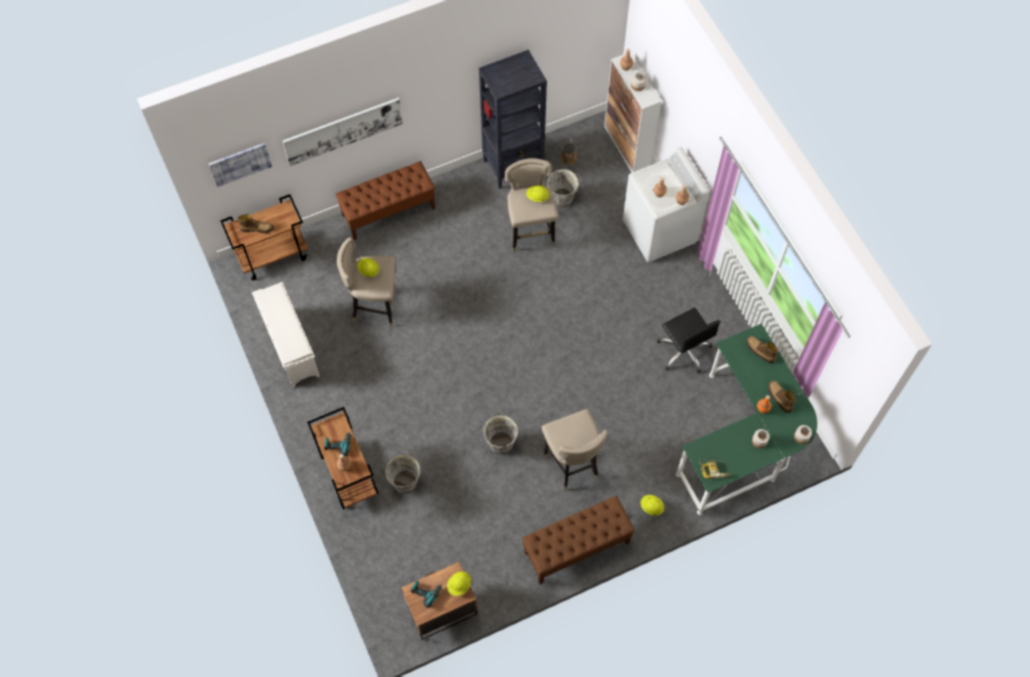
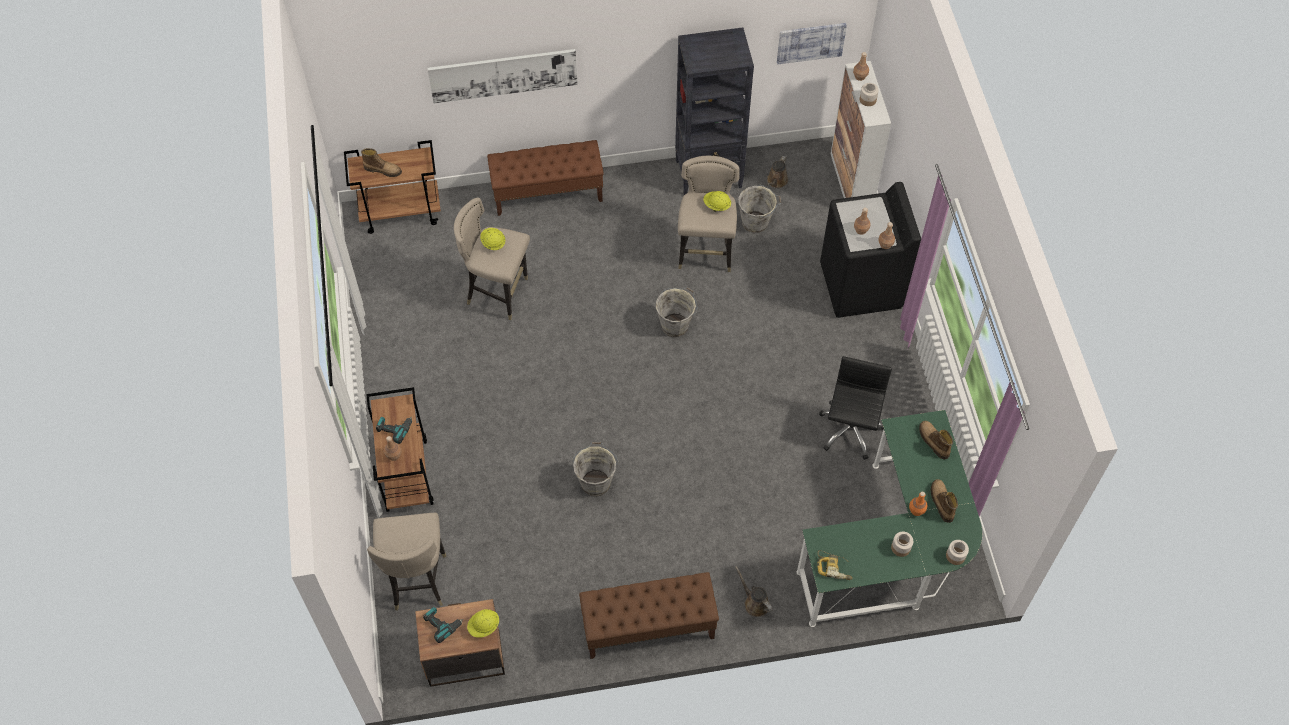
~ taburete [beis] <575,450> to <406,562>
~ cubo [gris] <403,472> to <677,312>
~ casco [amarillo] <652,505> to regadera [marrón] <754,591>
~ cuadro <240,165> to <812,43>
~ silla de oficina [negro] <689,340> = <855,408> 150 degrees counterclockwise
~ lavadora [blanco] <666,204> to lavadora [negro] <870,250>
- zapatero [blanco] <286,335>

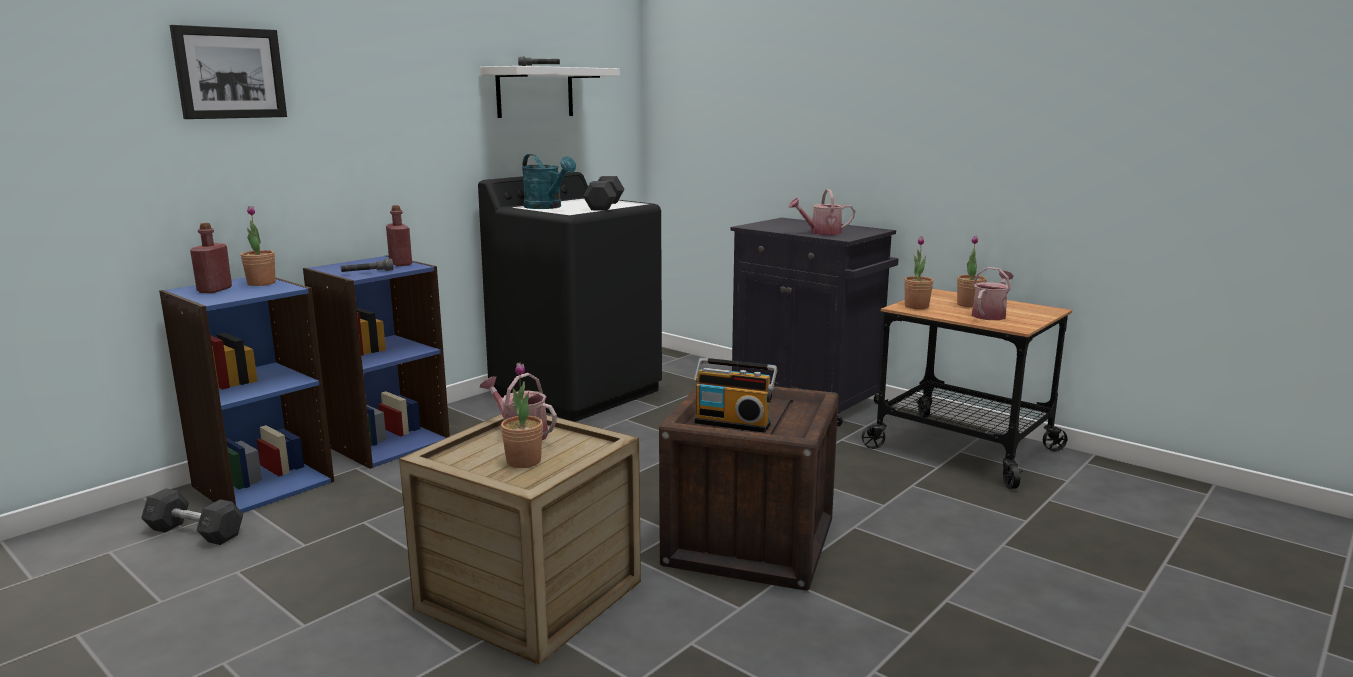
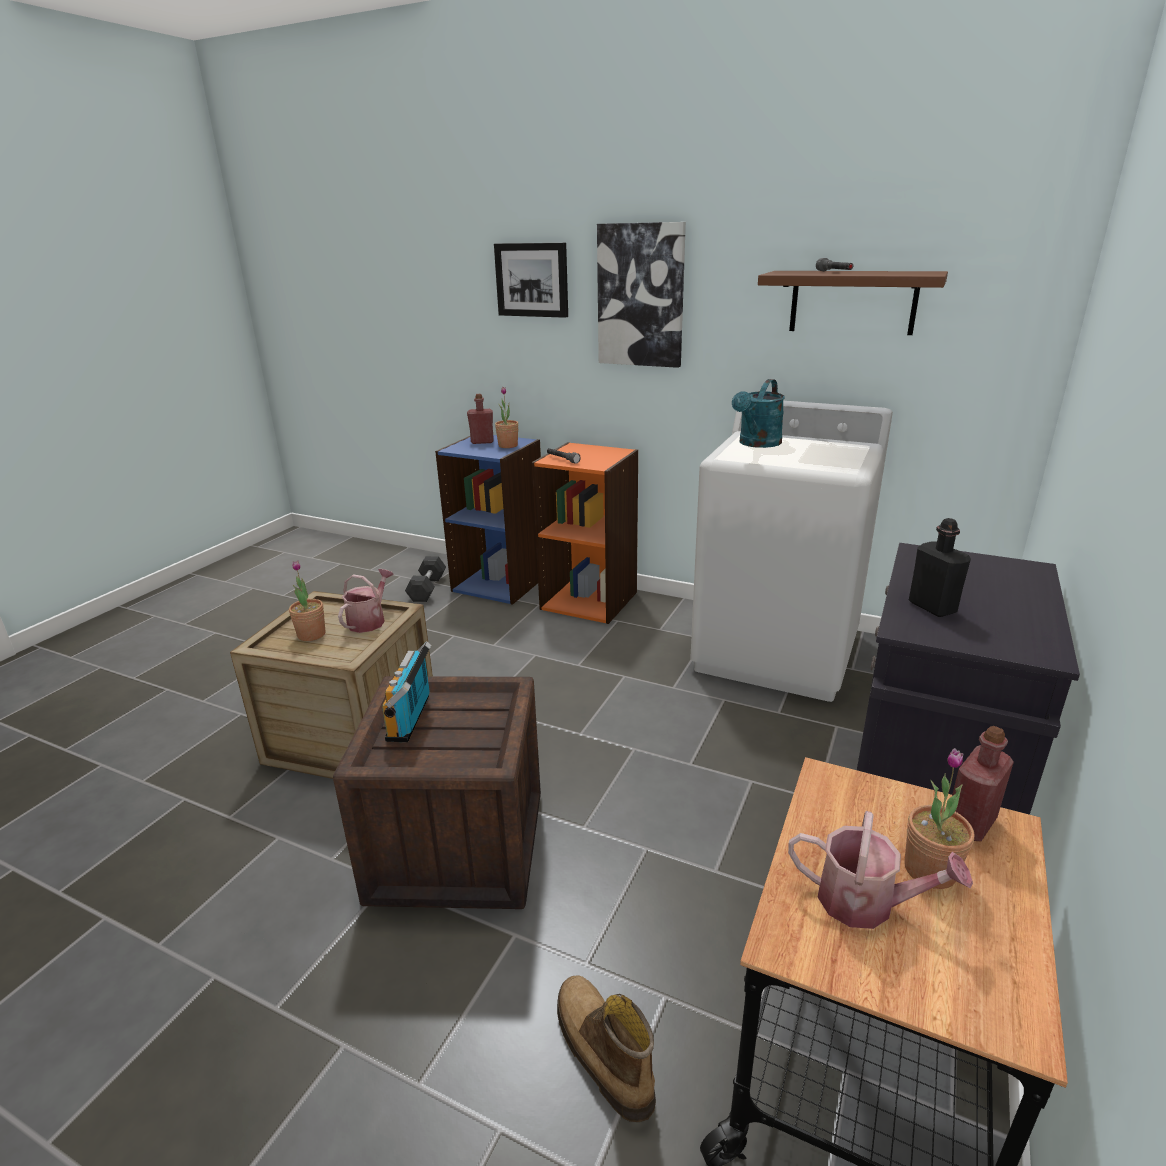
~ estantería [azul] <376,362> to estantería [naranja] <585,533>
+ bota <606,1048>
+ cuadro <641,295>
~ lavadora [negro] <570,297> to lavadora [blanco] <791,551>
~ estante [blanco] <550,92> to estante [marrón] <853,303>
~ regadera <822,212> to botella [negro] <940,567>
~ botella [rojo] <399,235> to <983,783>
- mancuerna [gris] <603,193>
- planta en maceta <918,272>

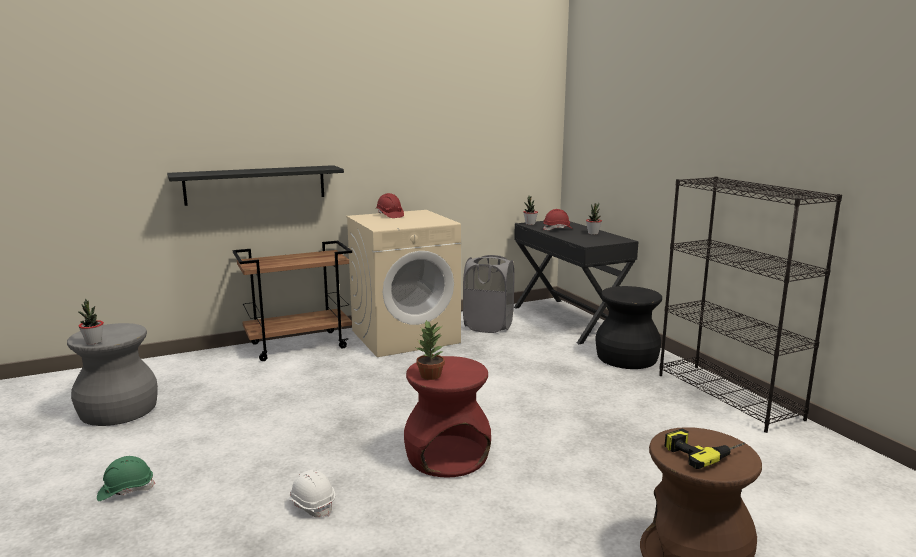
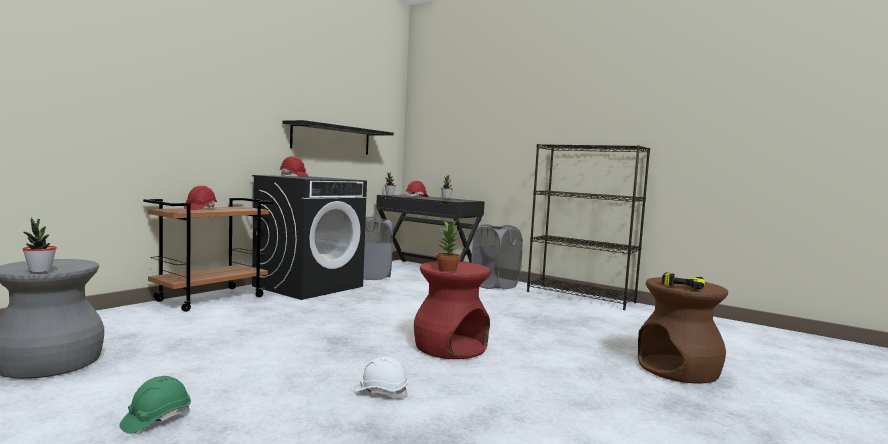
+ casco [rojo] <200,198>
~ lavadora [beis] <403,283> to lavadora [negro] <309,237>
~ estante [negro] <255,185> to <338,137>
~ taburete [negro] <628,327> to cesto de la ropa [gris] <497,257>

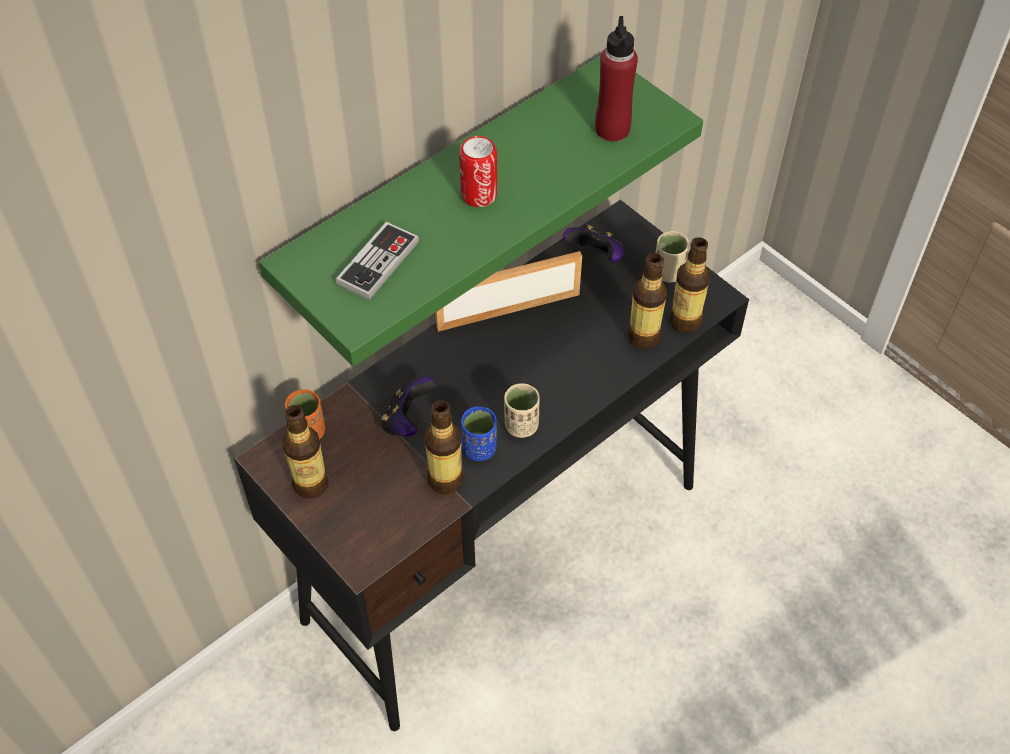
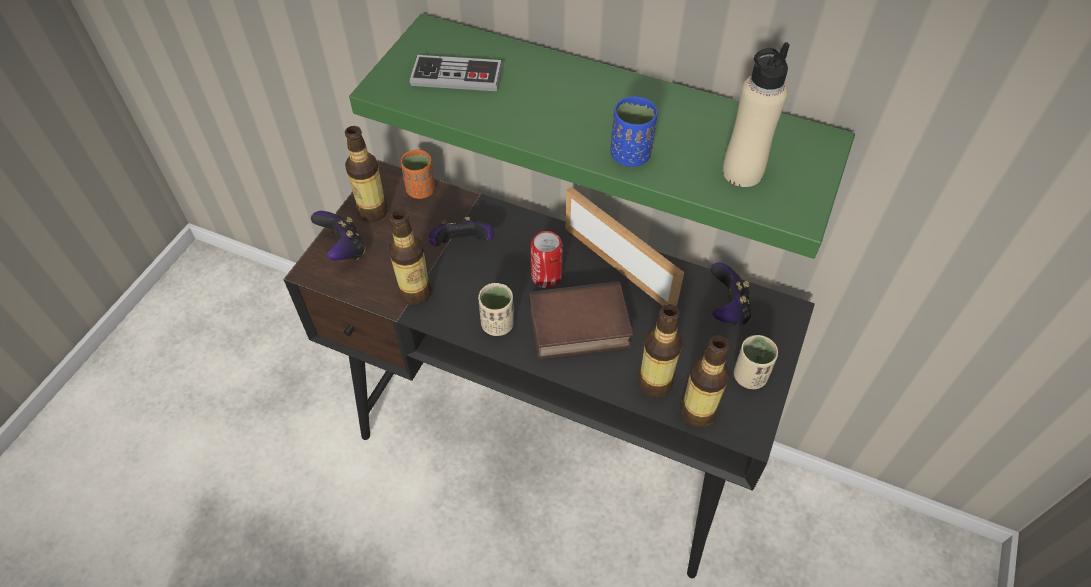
+ mando de consola <338,235>
+ libro <581,320>
~ lata <478,171> to <546,259>
~ taza [azul] <479,433> to <634,131>
~ botella [rojo] <616,79> to botella [beis] <756,114>

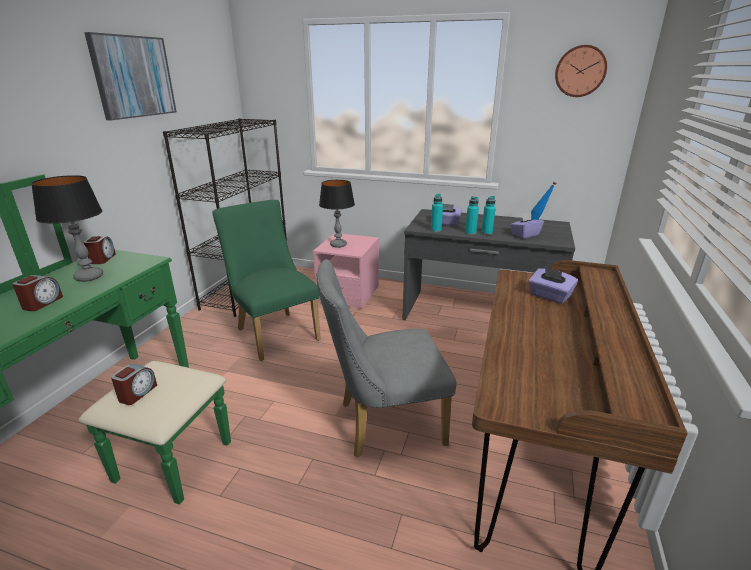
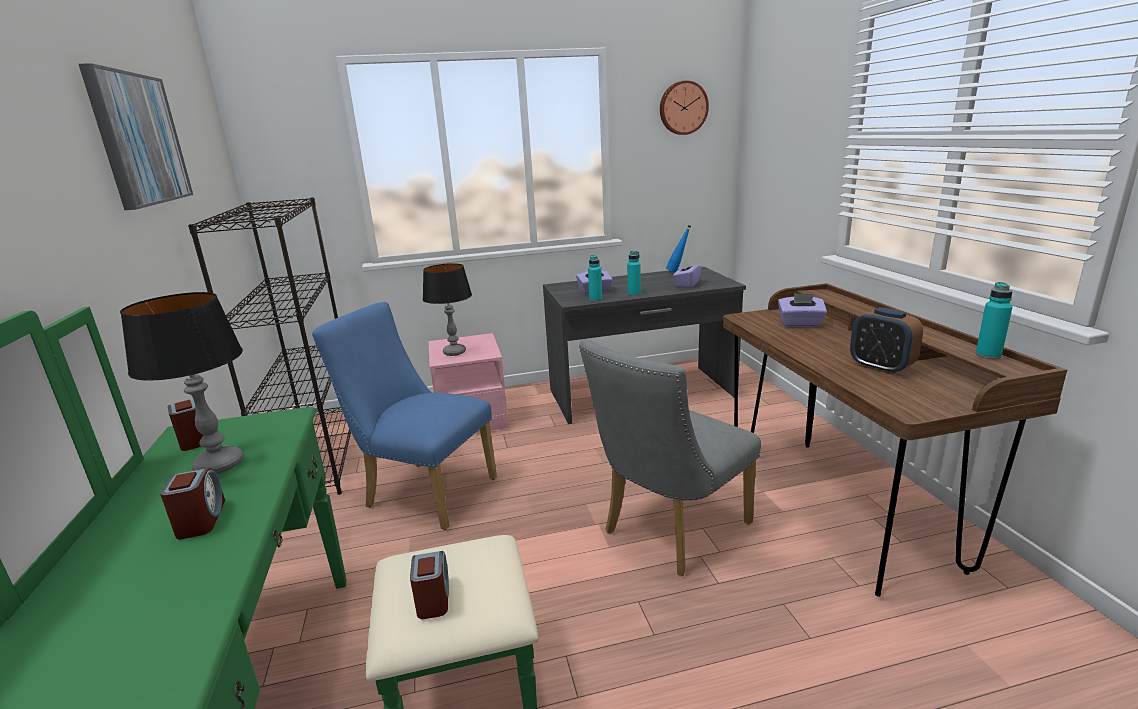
~ silla [verde] <266,280> to silla [azul] <404,416>
+ despertador <886,341>
~ botella [turquesa] <488,215> to <994,320>

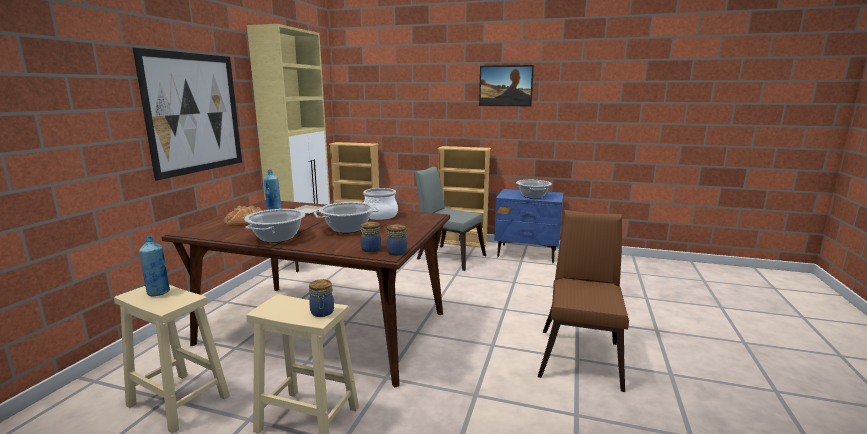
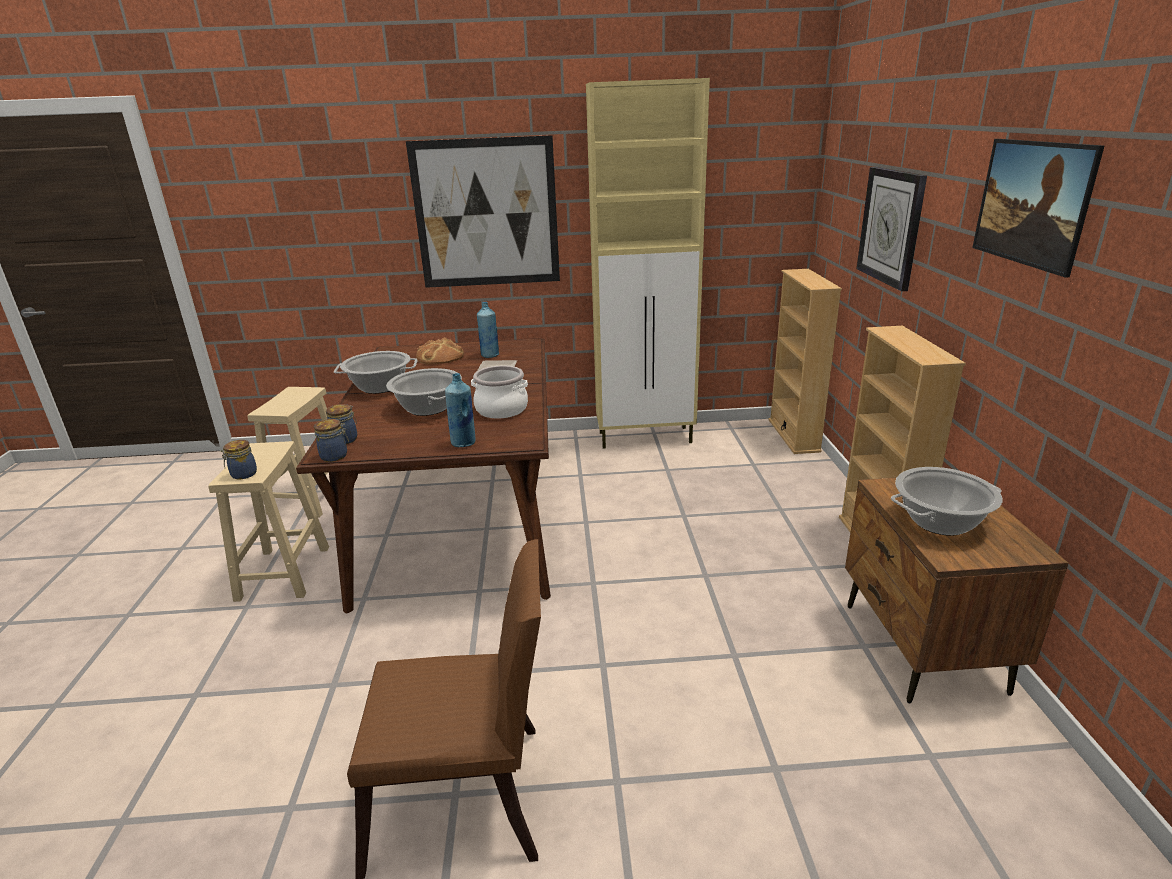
~ botella [azul] <154,266> to <460,410>
~ mesita de noche [azul] <529,226> to mesita de noche [marrón] <956,590>
+ reloj de pared <892,229>
- silla [gris] <450,219>

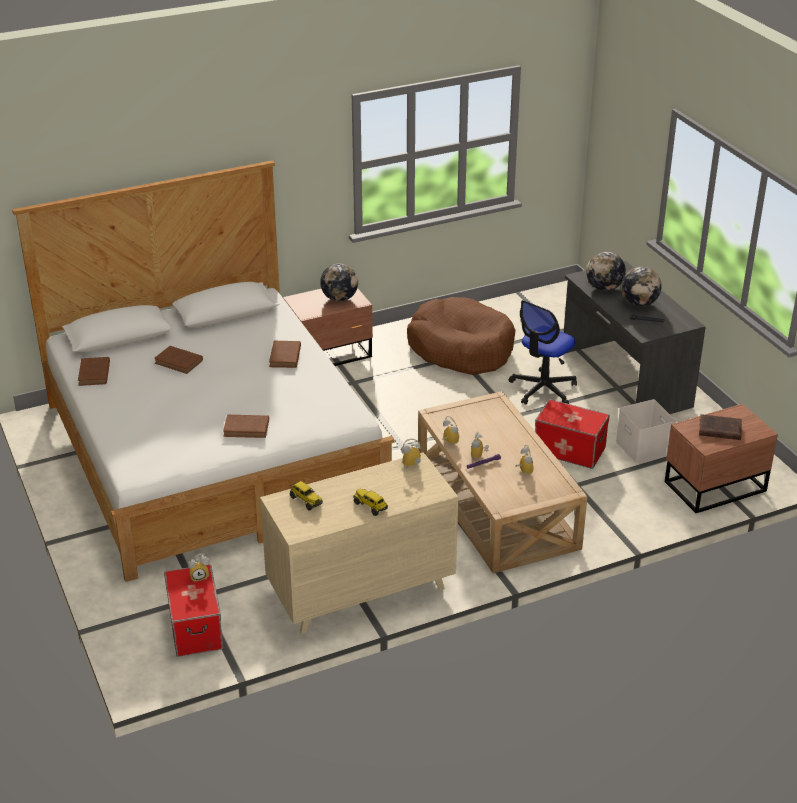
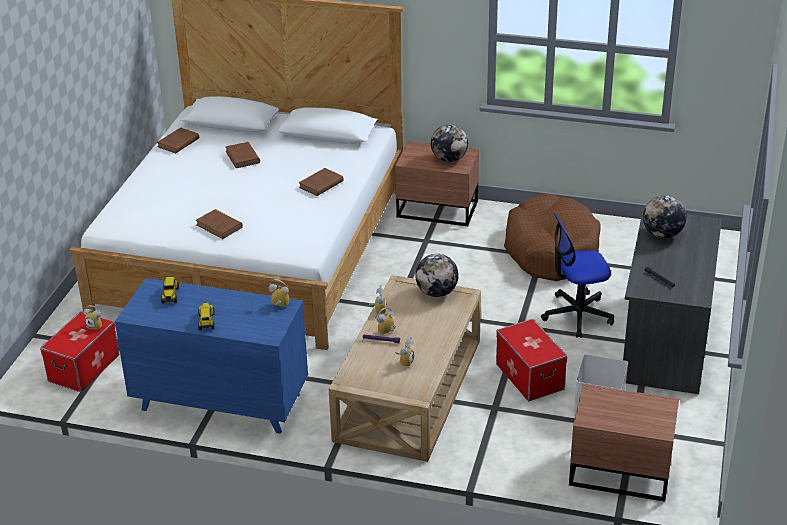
~ cómoda [beis] <359,543> to cómoda [azul] <211,356>
~ globo terráqueo <641,287> to <437,275>
- libro [marrón] <720,427>

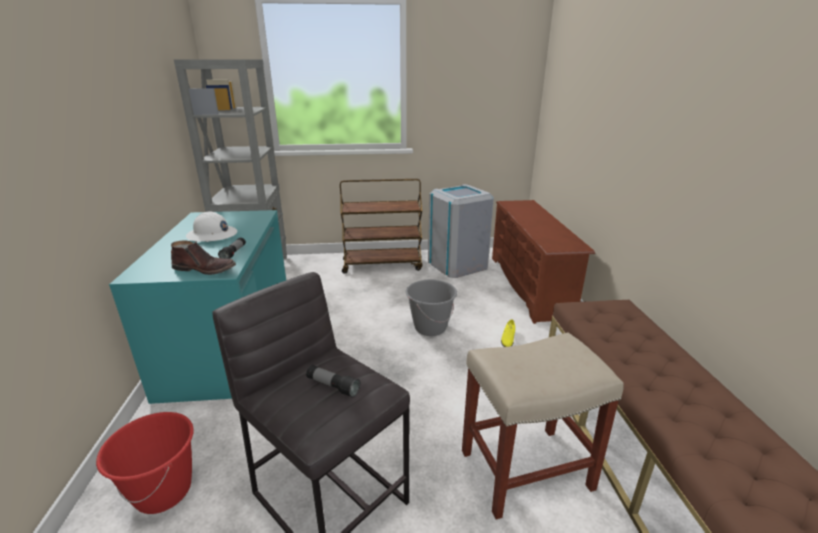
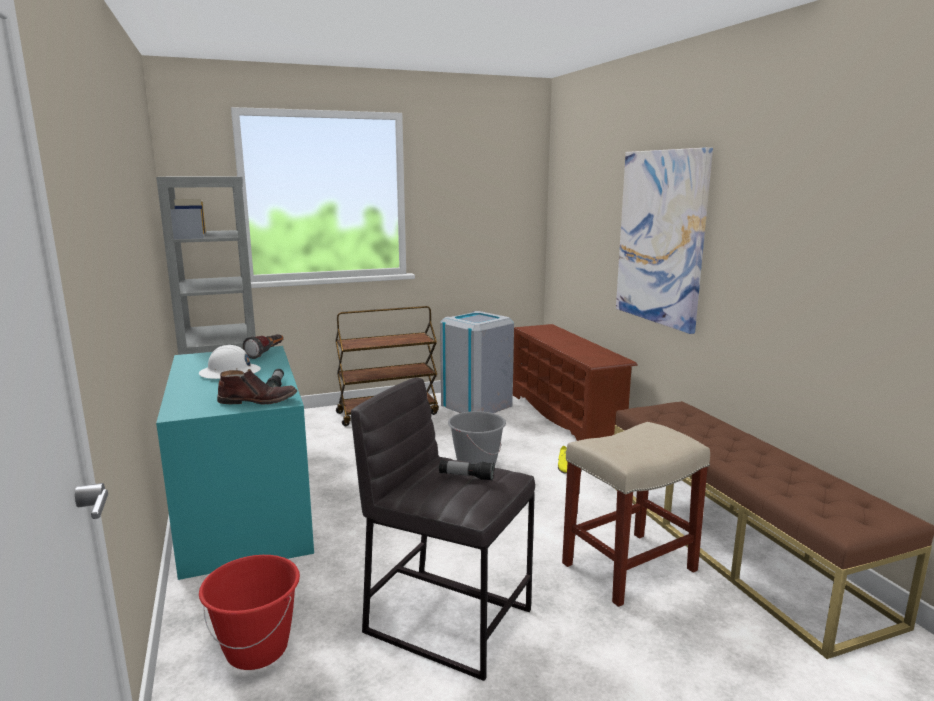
+ linterna <263,346>
+ cuadro <664,240>

